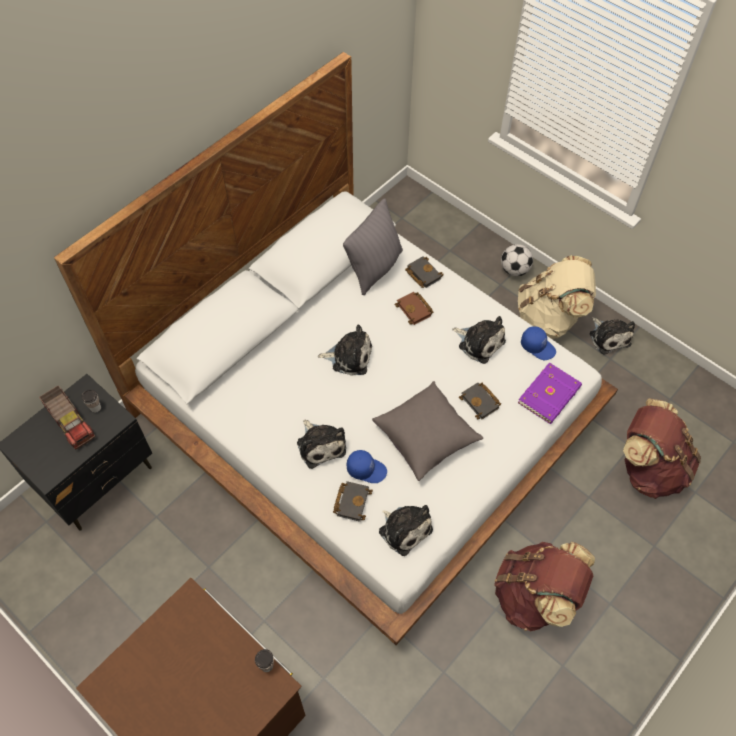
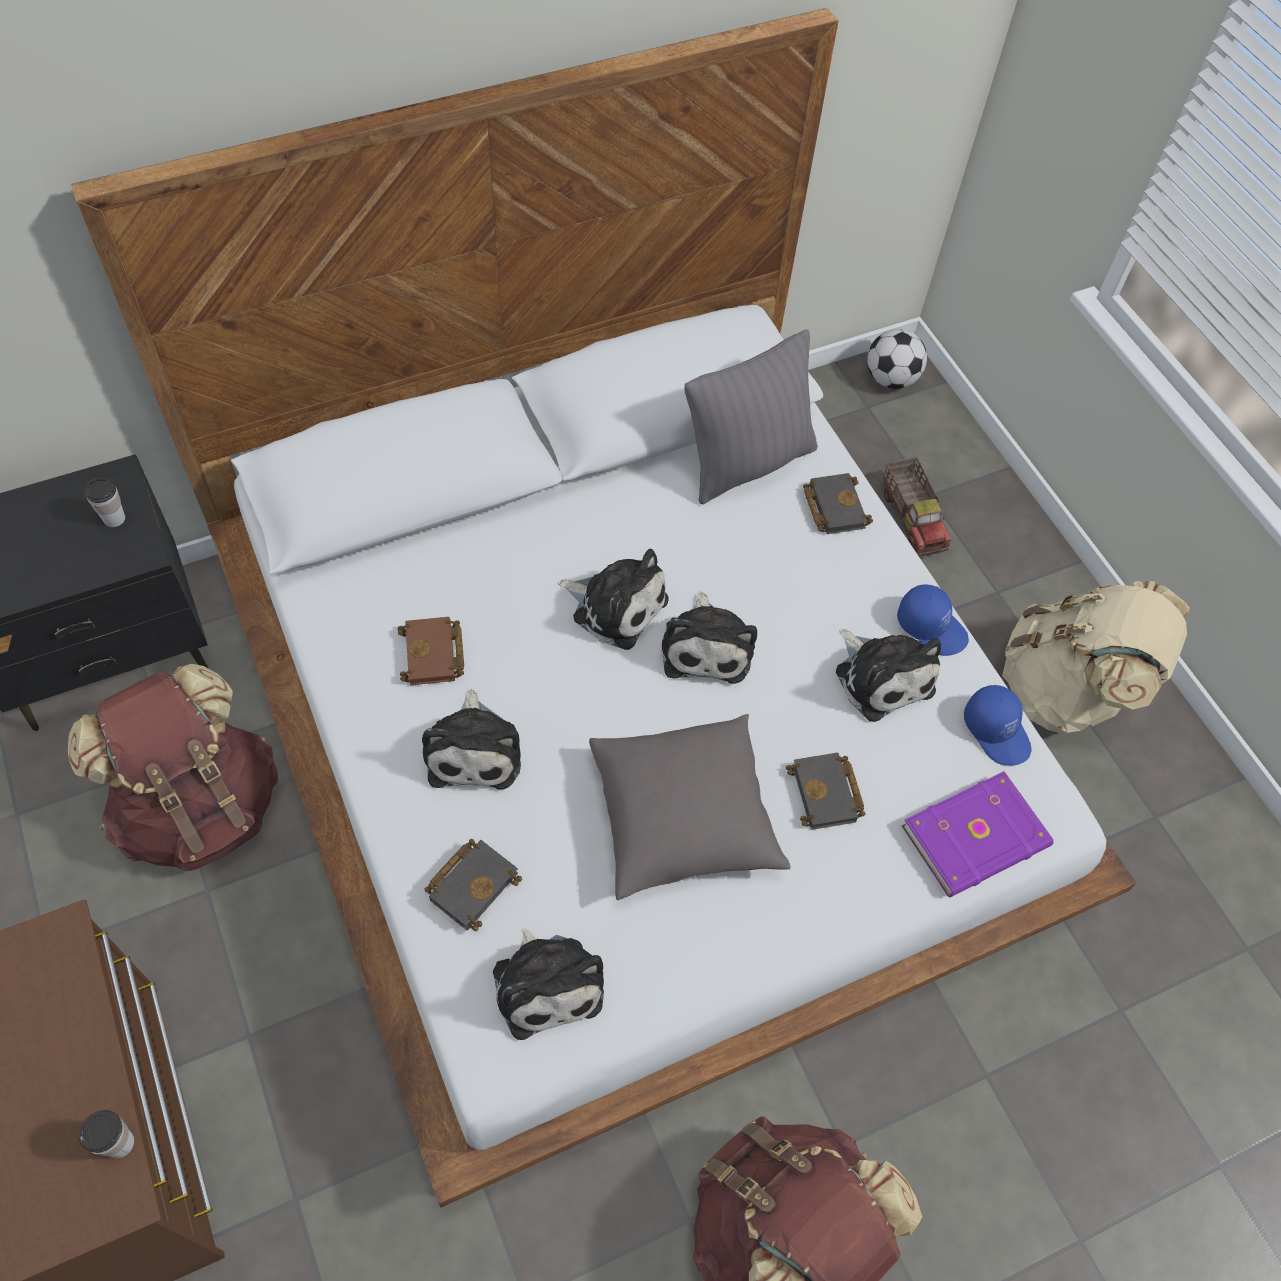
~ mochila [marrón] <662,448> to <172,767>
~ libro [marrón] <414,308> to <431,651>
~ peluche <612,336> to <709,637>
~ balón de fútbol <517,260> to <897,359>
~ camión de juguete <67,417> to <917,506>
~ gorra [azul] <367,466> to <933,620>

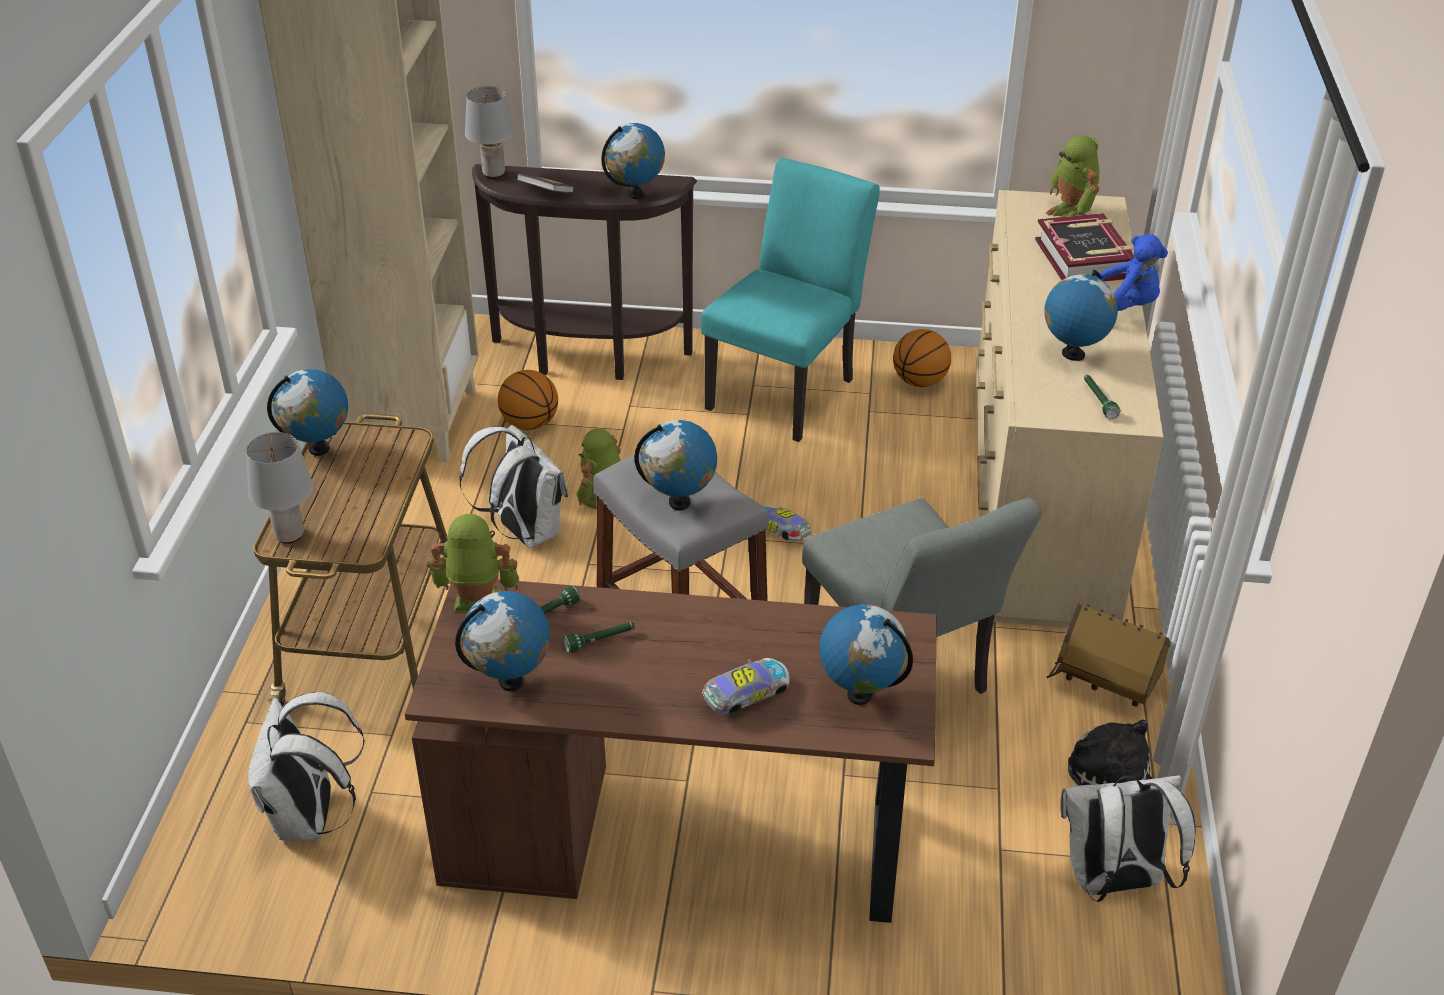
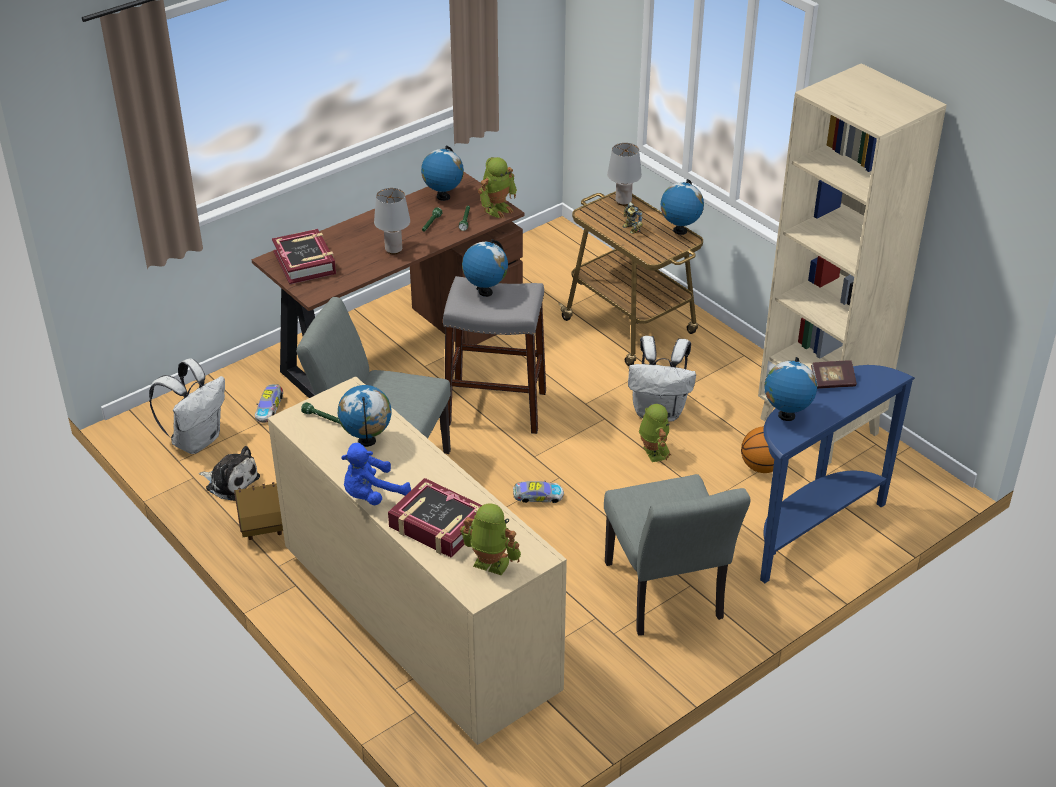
~ coche de juguete <746,686> to <269,403>
~ globo terráqueo <866,654> to libro <304,256>
~ lámpara de mesa [gris] <489,132> to <392,221>
~ silla [turquesa] <790,300> to silla [gris] <677,555>
+ robot de juguete <632,218>
~ mesa consola [marrón] <584,272> to mesa consola [azul] <837,474>
- mochila [blanco] <306,766>
- balón de baloncesto <922,358>

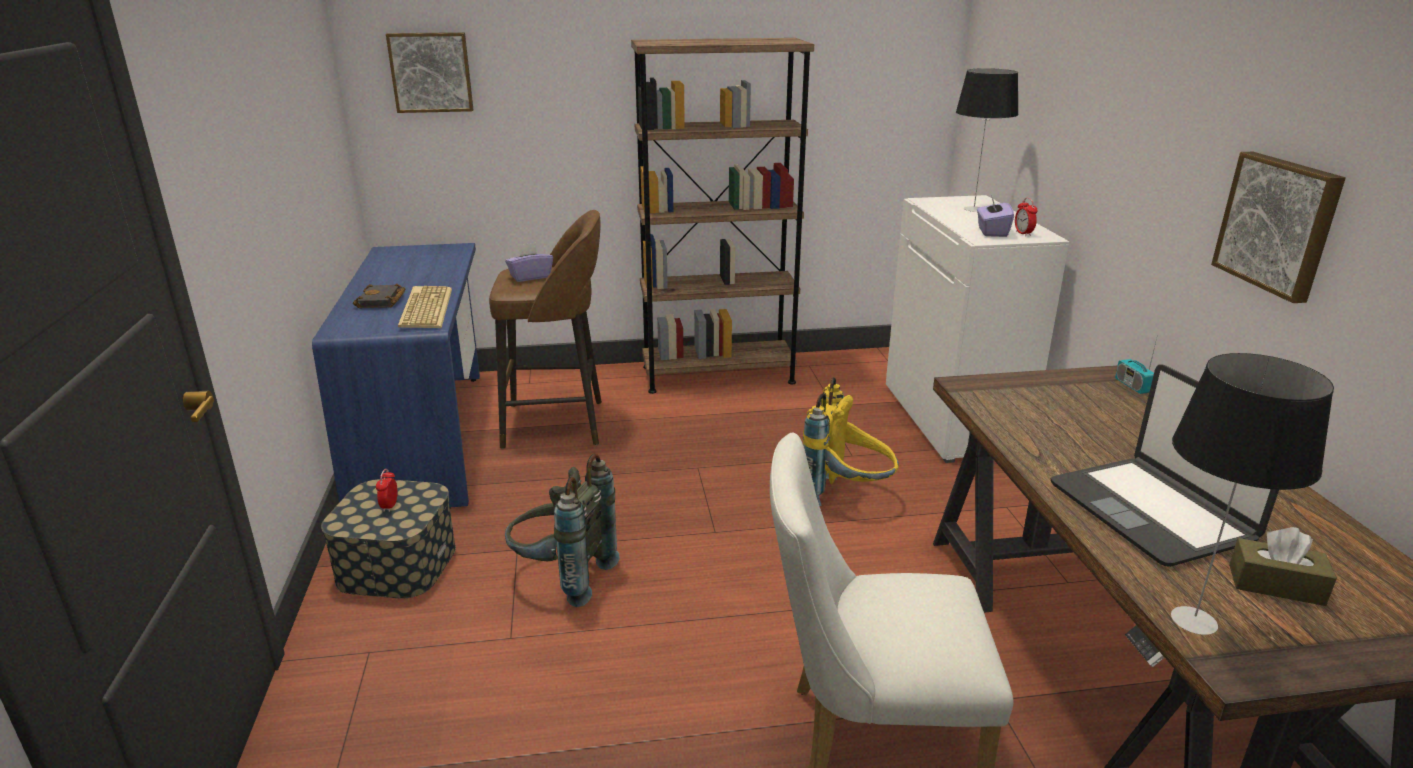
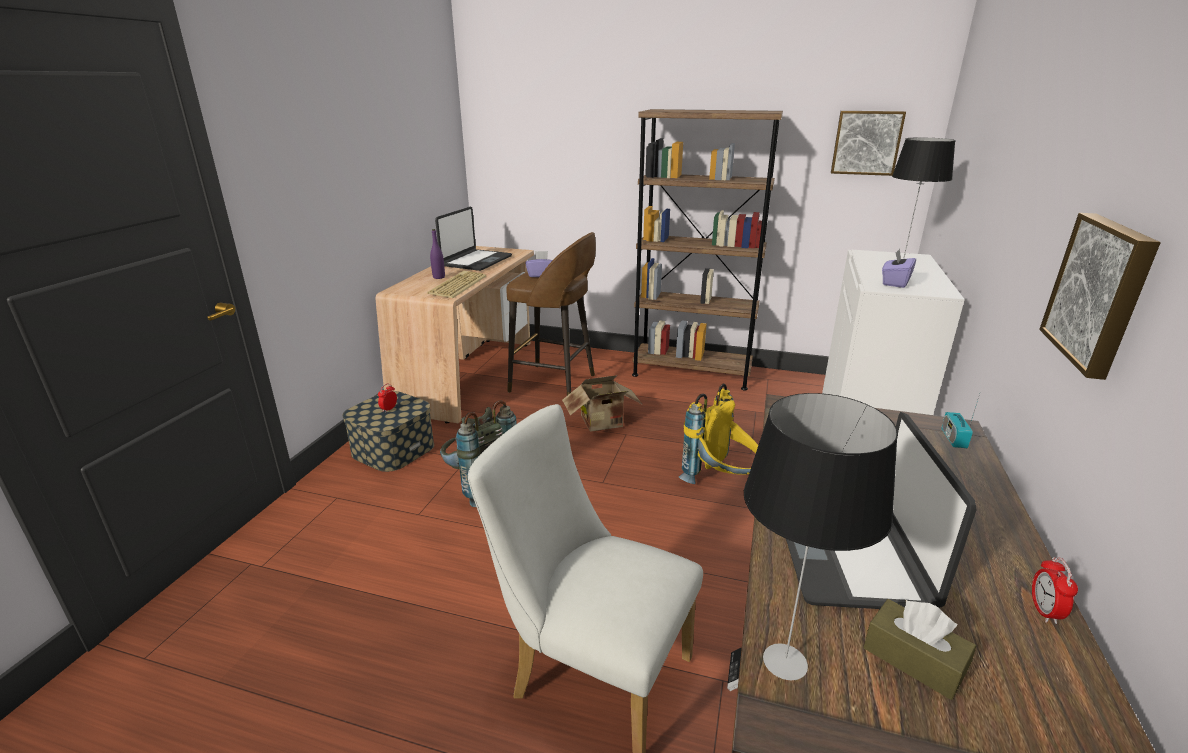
~ escritorio [azul] <396,375> to escritorio [beis] <455,335>
~ libro [negro] <379,296> to botella [morado] <437,254>
+ portátil <473,238>
+ caja de cartón <602,403>
~ cuadro <429,72> to <868,143>
~ despertador <1026,217> to <1055,590>

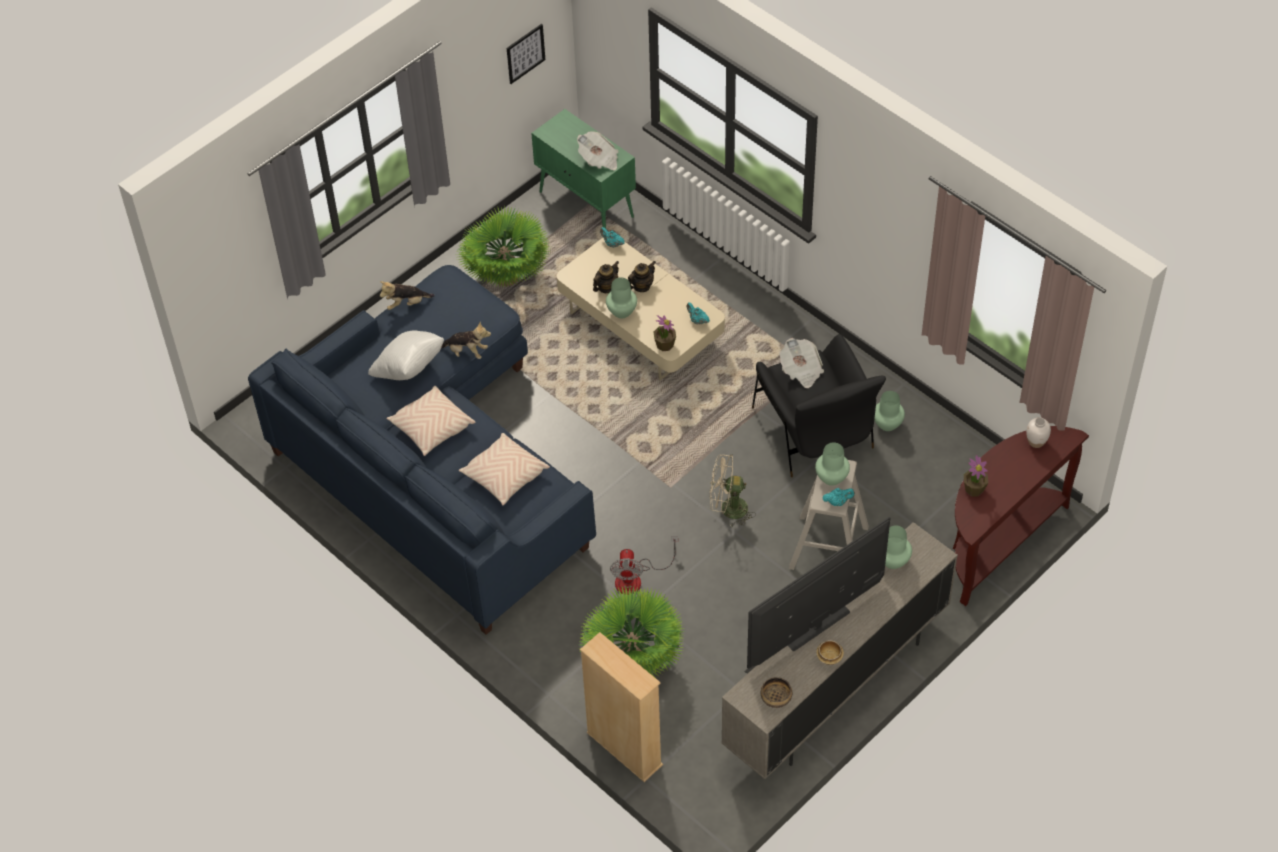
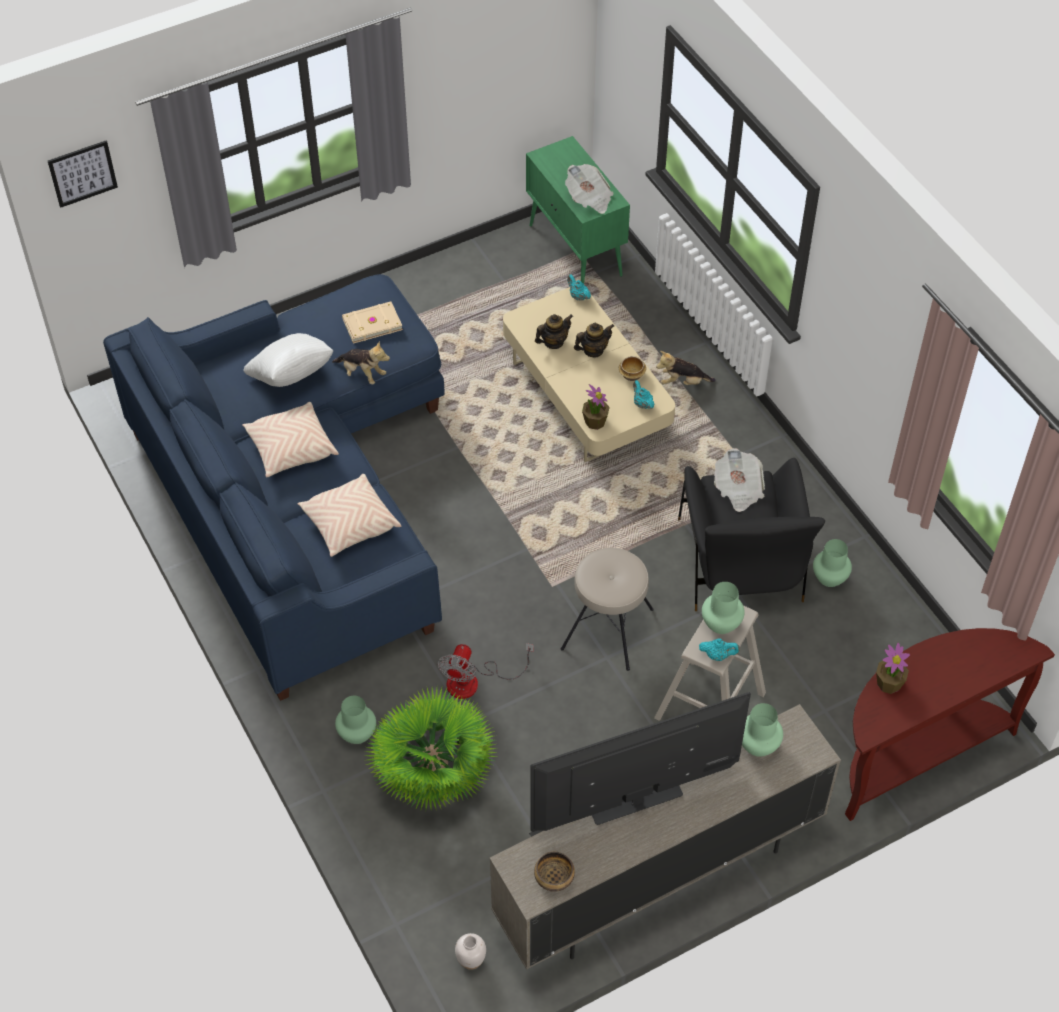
~ cuadro <526,54> to <83,174>
~ florero [verde] <621,297> to <355,720>
+ libro [beis] <372,322>
~ florero [blanco] <1038,432> to <470,951>
~ ventilador [beis] <733,490> to taburete [beis] <607,609>
~ cuenco <830,652> to <632,368>
~ peluche <407,295> to <686,368>
- planta en maceta <504,246>
- estantería [beis] <621,707>

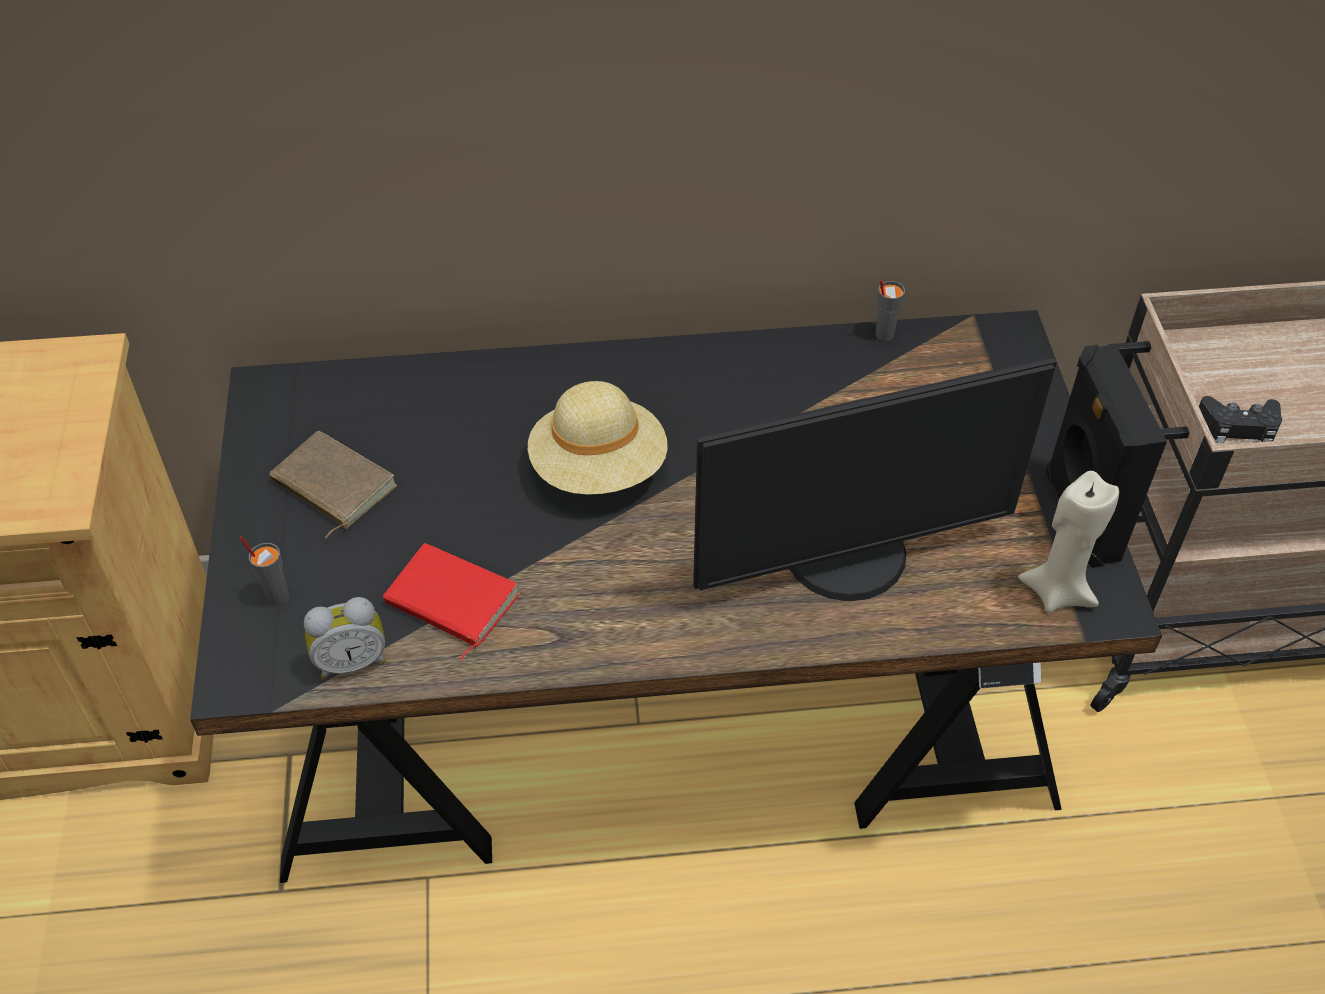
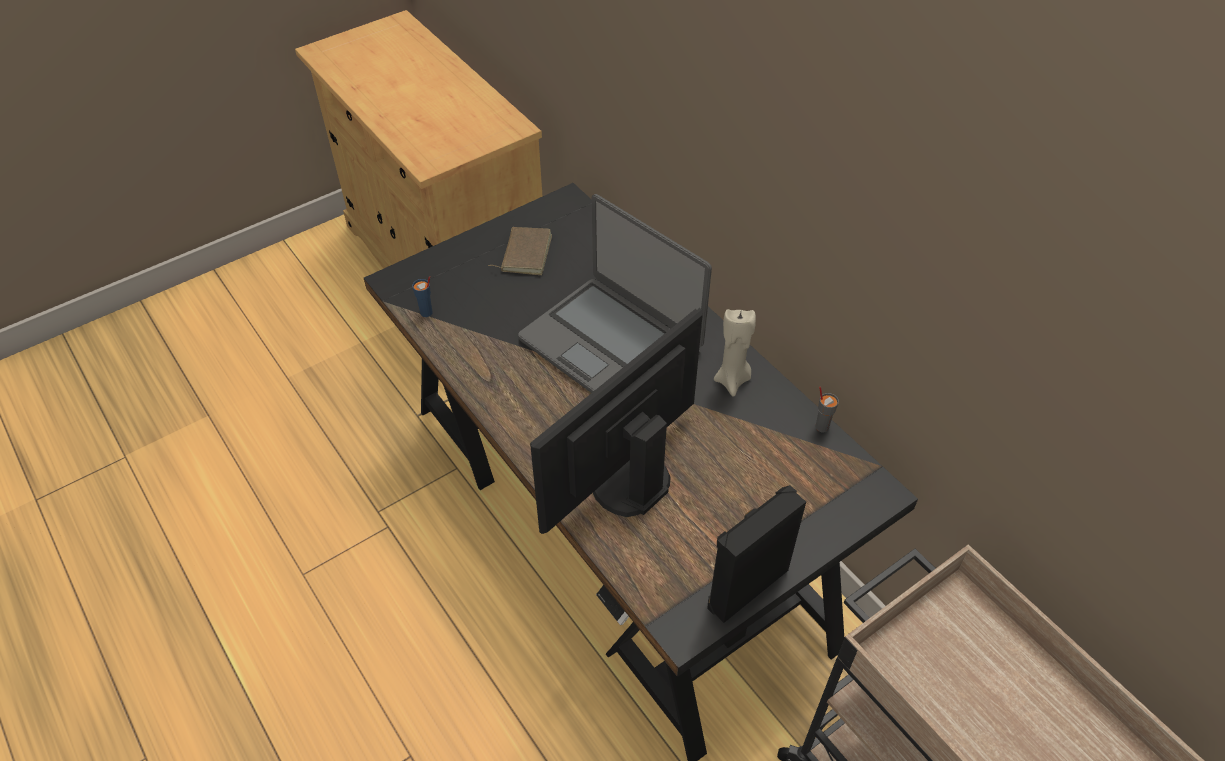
~ despertador <345,638> to taza [azul] <422,296>
~ sombrero [beis] <598,438> to portátil <615,293>
~ monitor <875,479> = <616,421> 90 degrees clockwise
~ vela [beis] <1068,542> to <735,353>
- taza [gris] <264,571>
- libro [rojo] <451,601>
- mando de consola [negro] <1240,419>

